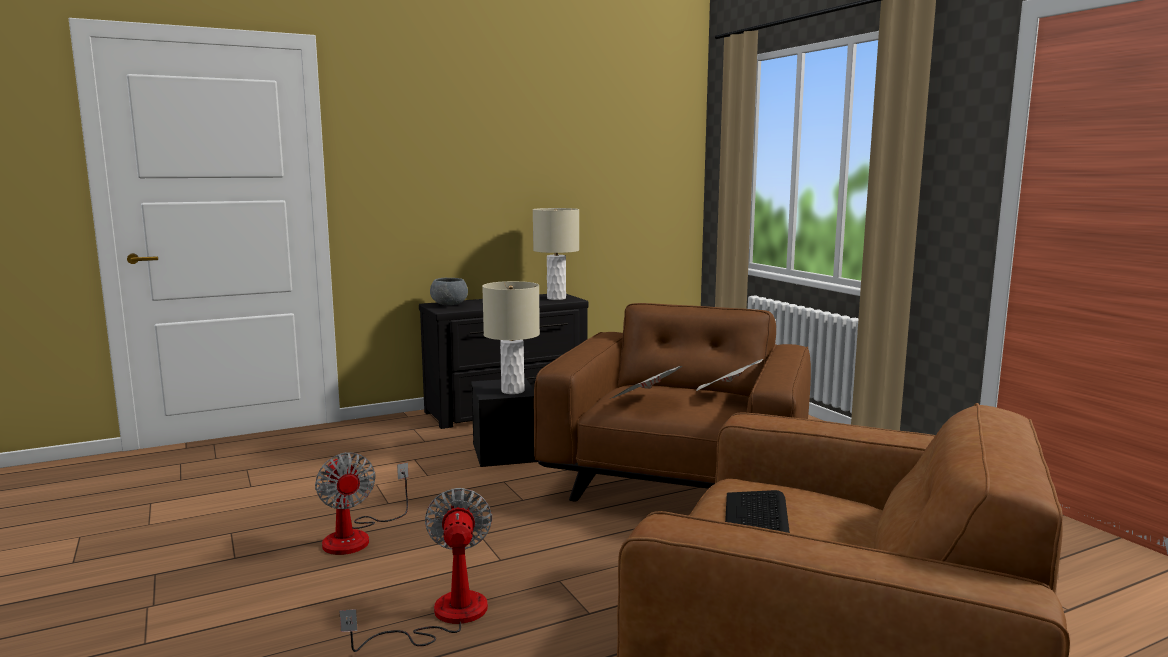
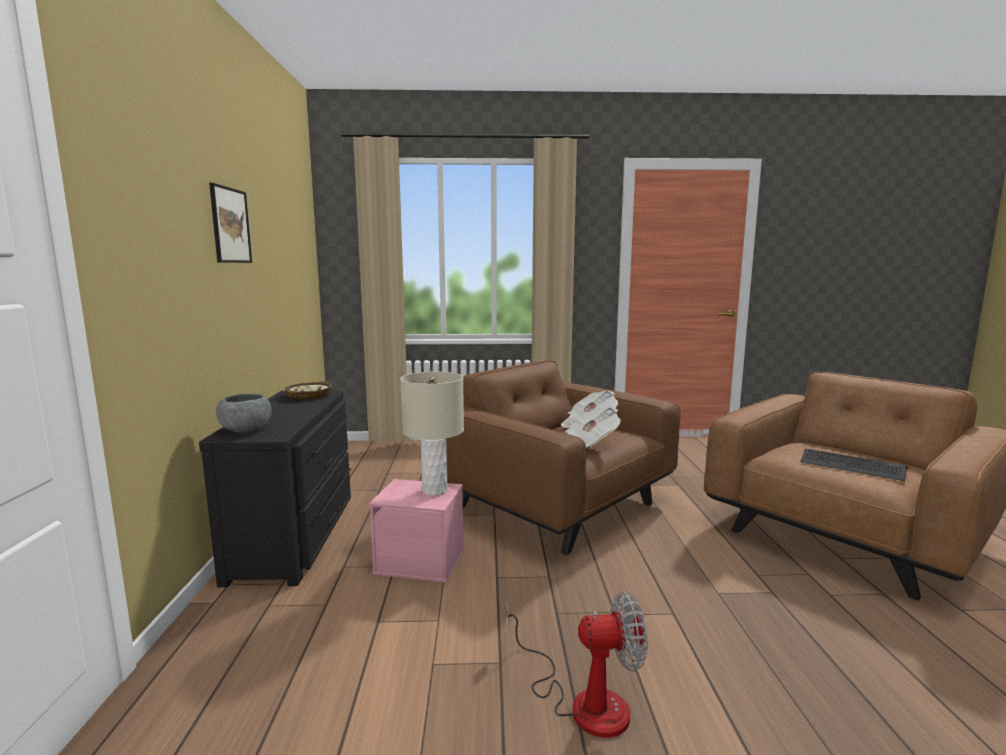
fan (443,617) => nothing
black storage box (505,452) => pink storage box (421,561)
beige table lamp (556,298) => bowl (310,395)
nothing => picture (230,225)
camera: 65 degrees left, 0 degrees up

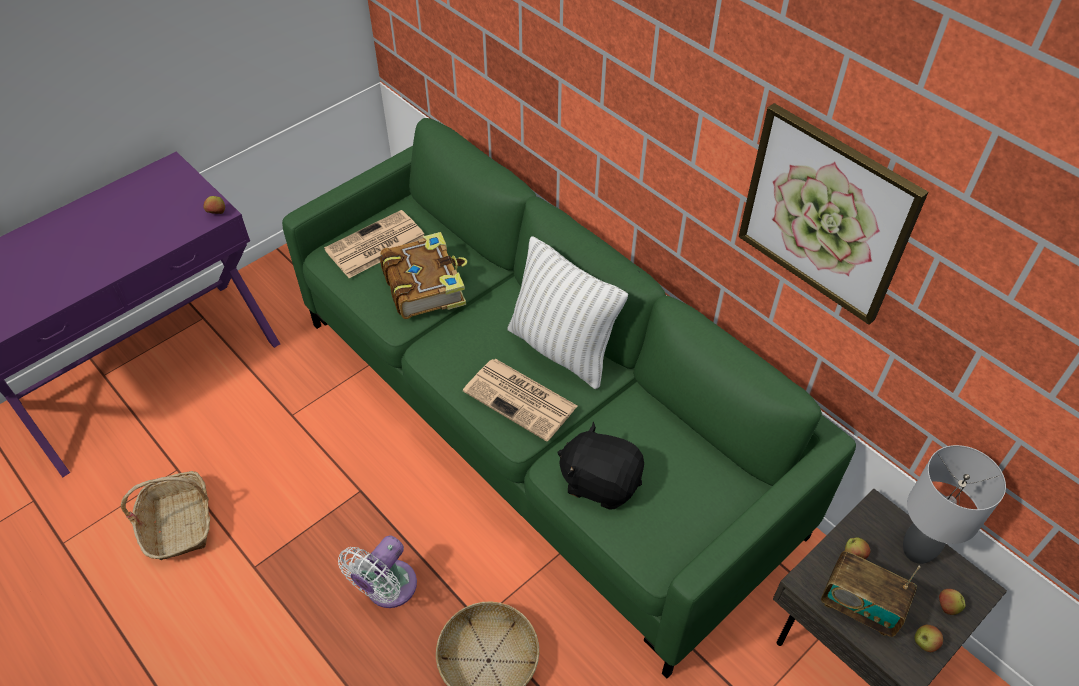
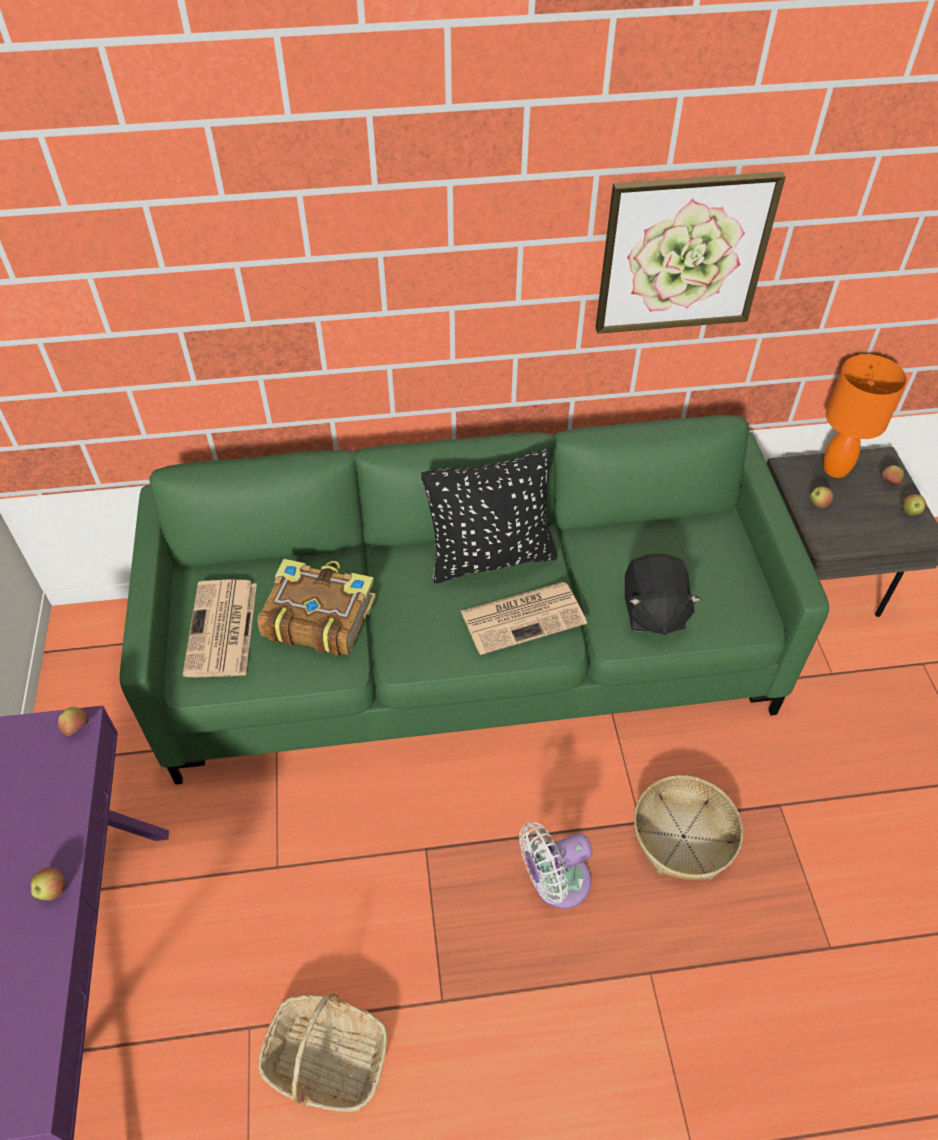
white fan (387,589) => white fan (555,882), 90 degrees clockwise
white pillow (562,349) => black pillow (491,558)
black plush toy (600,481) => black plush toy (653,611), 60 degrees counterclockwise
radio (860,606) => nothing
grey table lamp (916,549) => orange table lamp (834,469)
nothing => apple (53,890)
camera: 55 degrees left, 0 degrees up

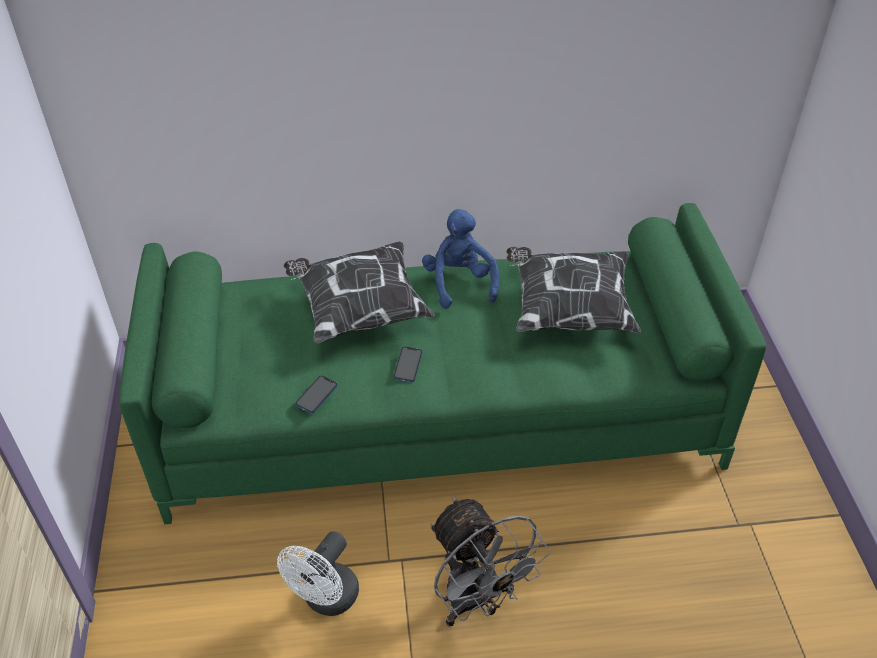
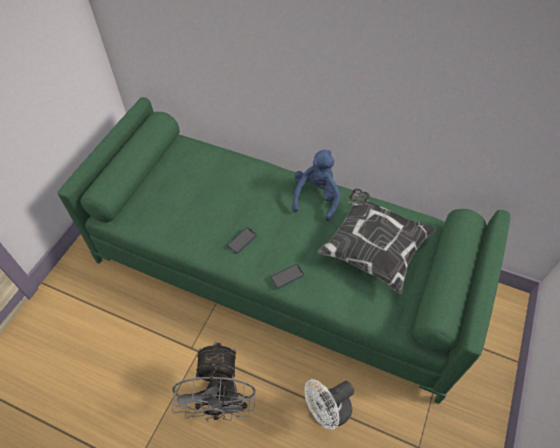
white fan (326,600) => white fan (327,412), move
pillow (358,310) => nothing
phone (316,395) => phone (287,276), move
camera: 30 degrees right, 10 degrees up

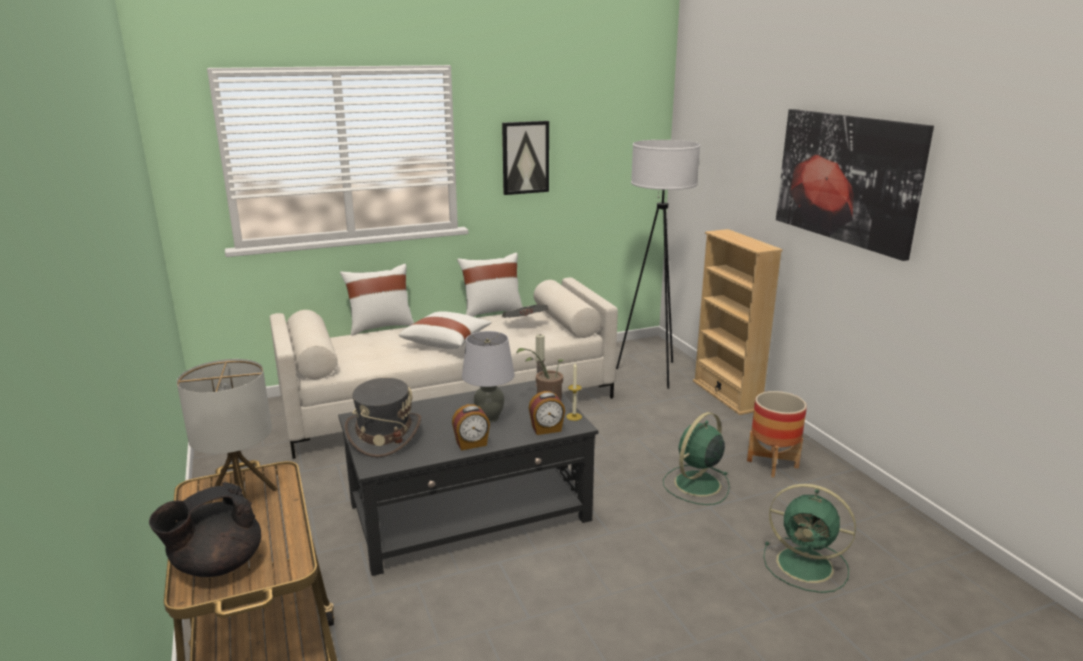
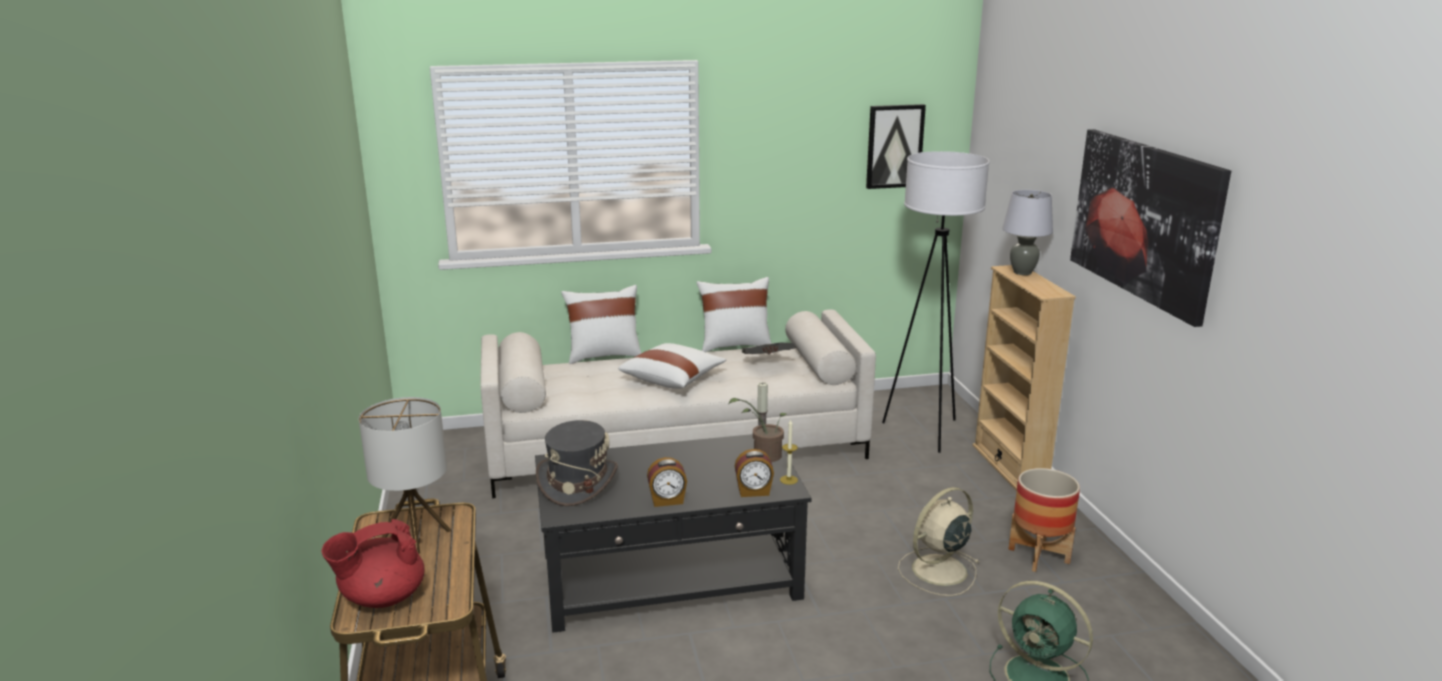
black teapot (216,565) => red teapot (381,598)
grey table lamp (489,418) => grey table lamp (1022,272), move
picture (525,157) => picture (894,146), move
green fan (696,484) => beige fan (937,571)
camera: 10 degrees right, 0 degrees up

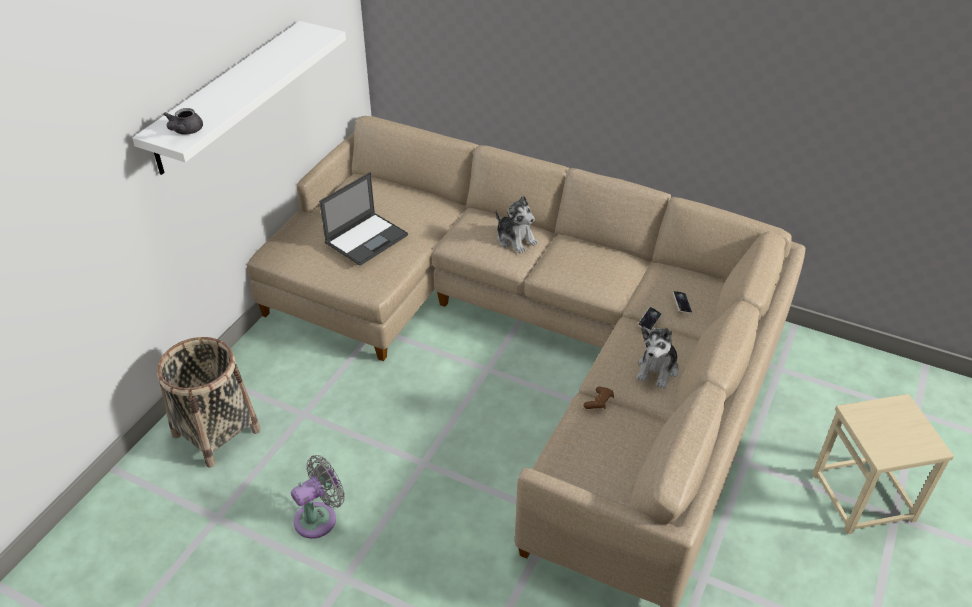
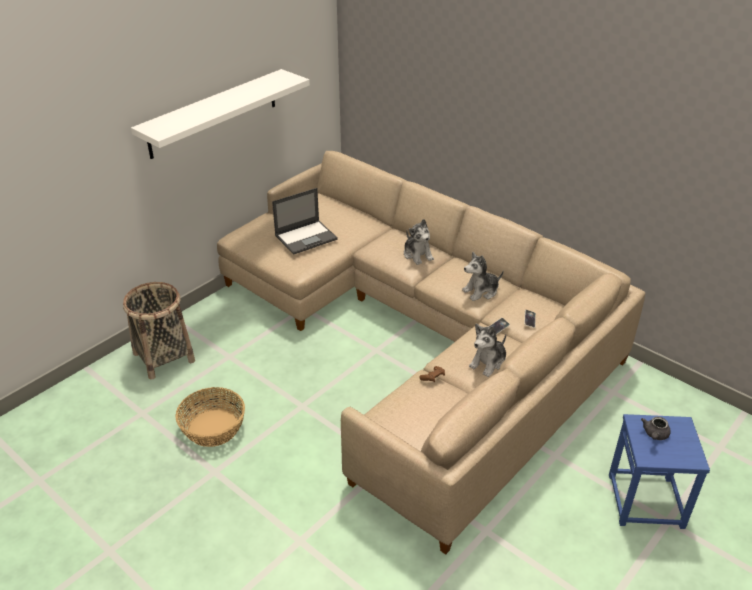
grey teapot (185,131) => grey teapot (654,435), move
grey fan (319,518) => basket (212,428)
beige stool (863,497) => blue stool (646,501)
nothing => plush toy (481,291)
camera: 15 degrees right, 5 degrees down

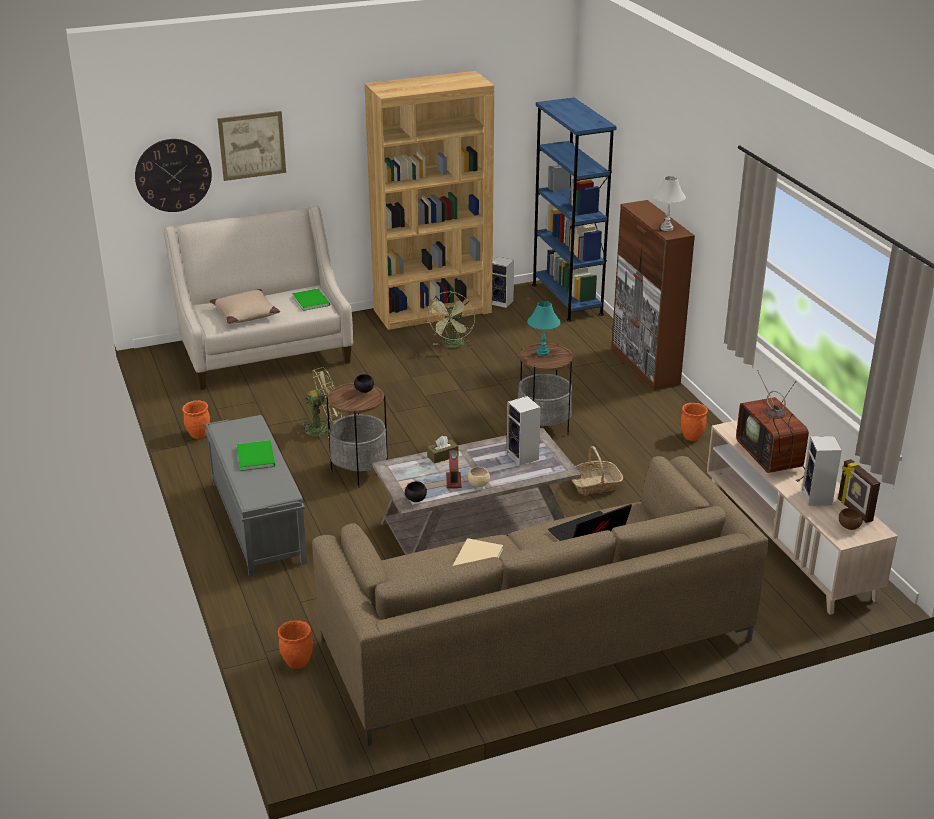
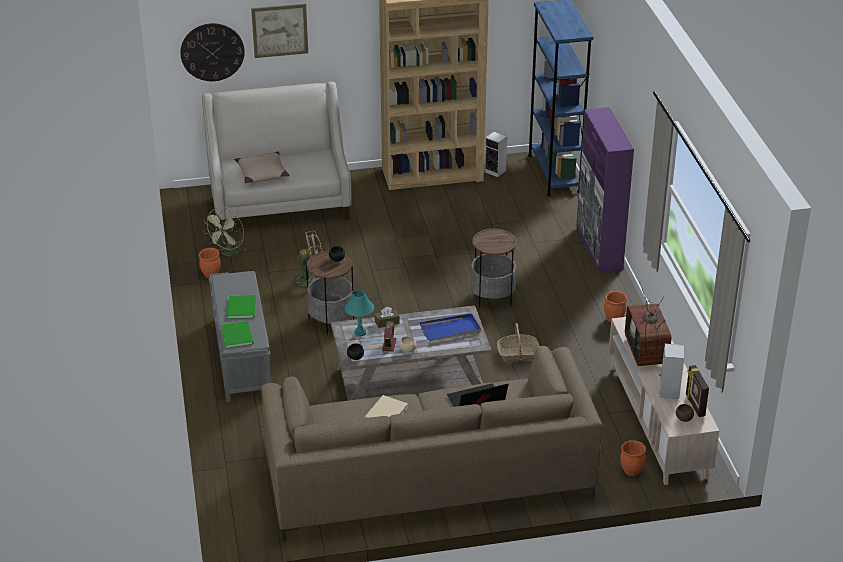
orange planter (297,662) => orange planter (631,471), move
green book (311,300) => green book (237,335), move
green fan (452,346) => green fan (228,254), move
speaker (523,457) => blue tray (450,330)
turquoise table lamp (543,353) => turquoise table lamp (360,332), move
brown cabinet (645,366) => purple cabinet (599,248)
white table lamp (666,228) => nothing
camera: 10 degrees right, 5 degrees up

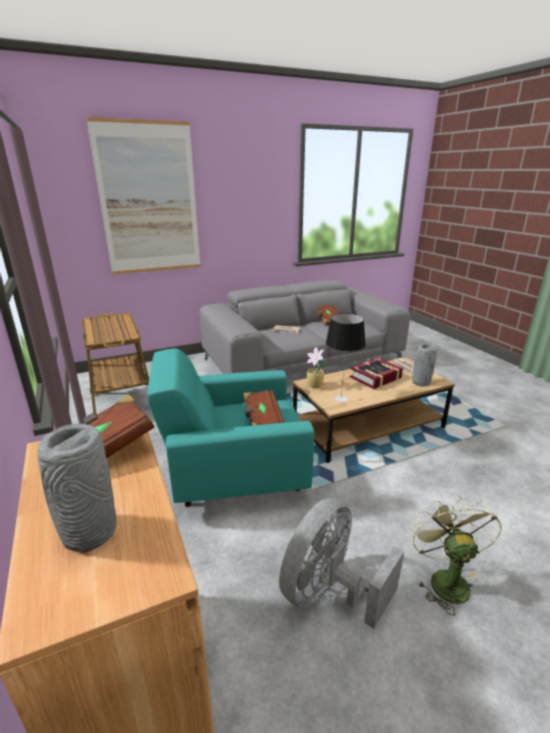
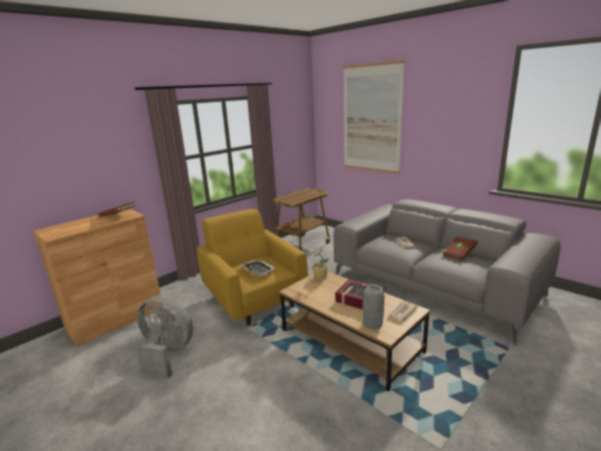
grey vase (88,533) => nothing
turquoise armchair (234,473) => yellow armchair (254,298)
brown book (262,419) => tray (258,270)
table lamp (341,399) => nothing
green fan (444,578) => nothing
camera: 70 degrees right, 5 degrees down

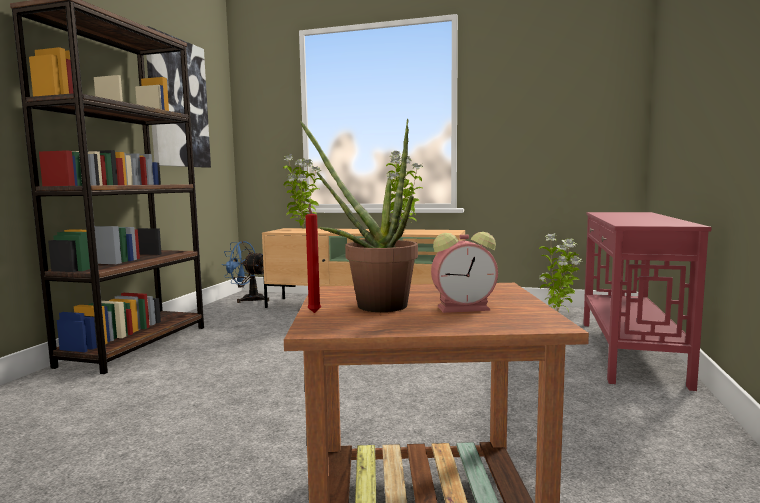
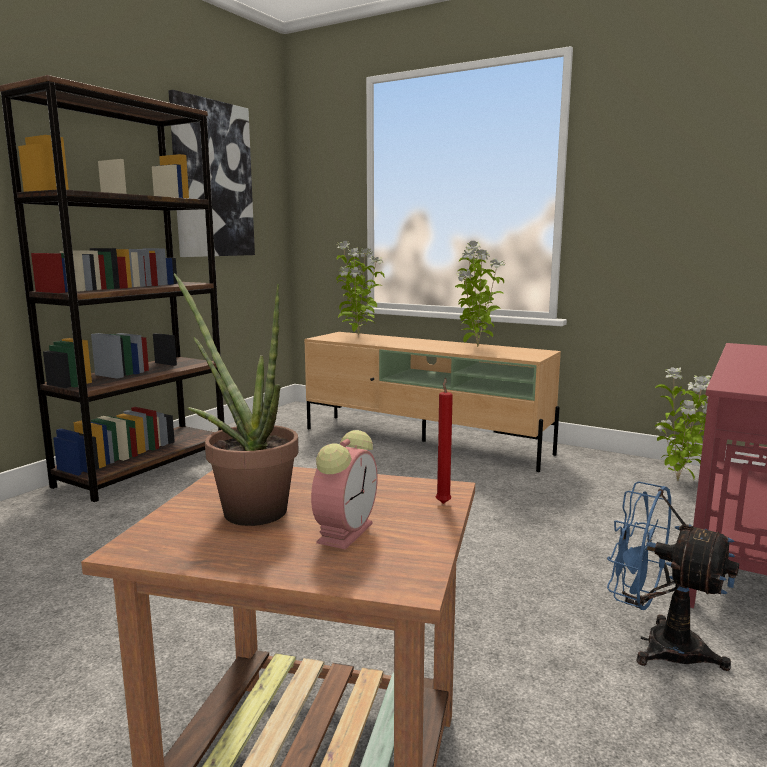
blue fan (249,299) => blue fan (657,644), move
red candle (314,312) => red candle (443,502), move
alarm clock (465,308) => alarm clock (346,531), 75 degrees counterclockwise
camera: 15 degrees right, 5 degrees up

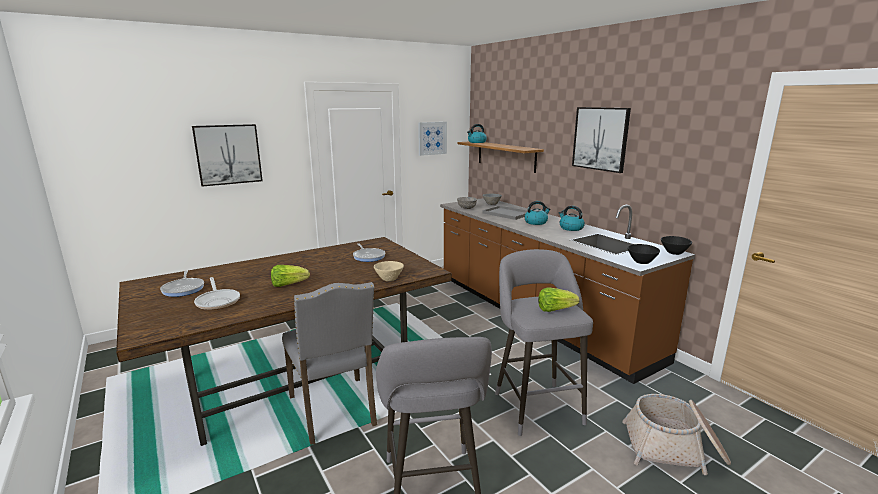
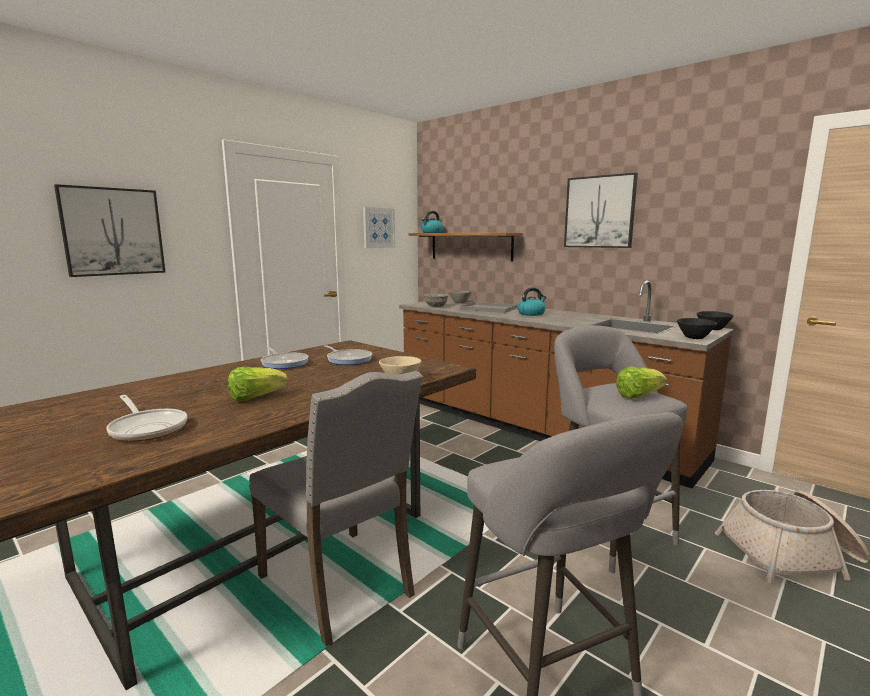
frying pan (184,289) => frying pan (284,363), move
kettle (570,228) => nothing
camera: 15 degrees left, 5 degrees down

